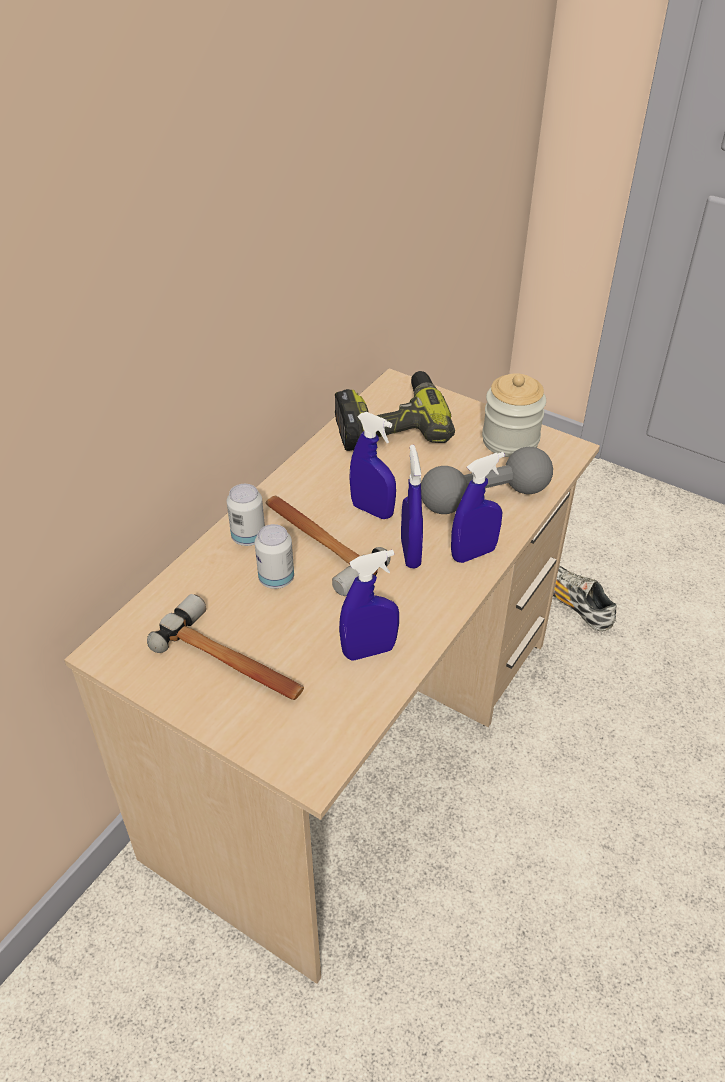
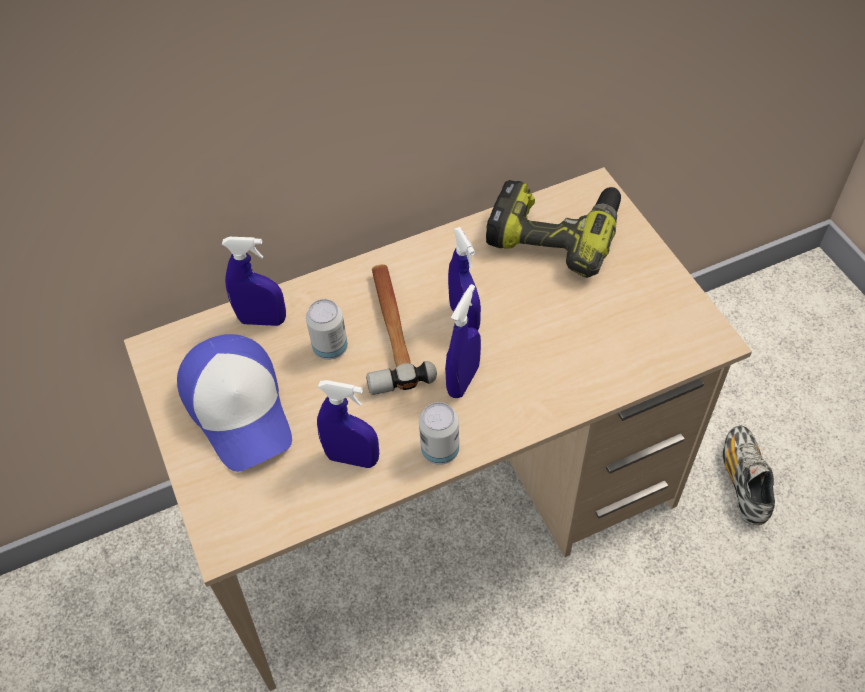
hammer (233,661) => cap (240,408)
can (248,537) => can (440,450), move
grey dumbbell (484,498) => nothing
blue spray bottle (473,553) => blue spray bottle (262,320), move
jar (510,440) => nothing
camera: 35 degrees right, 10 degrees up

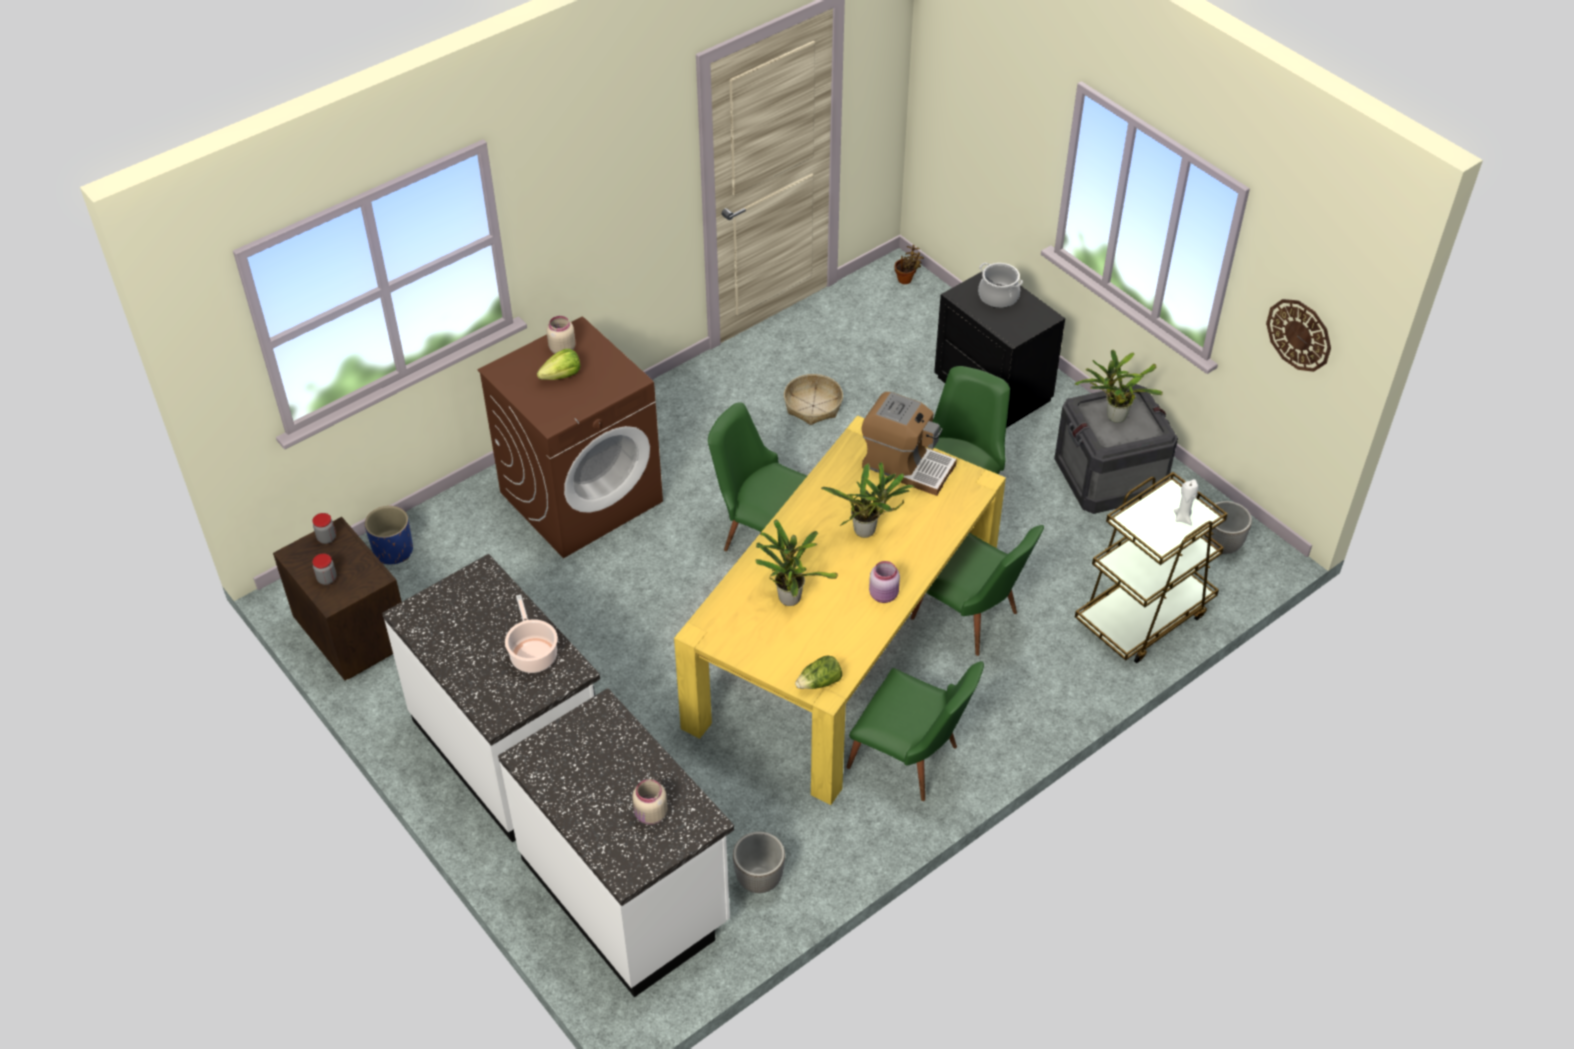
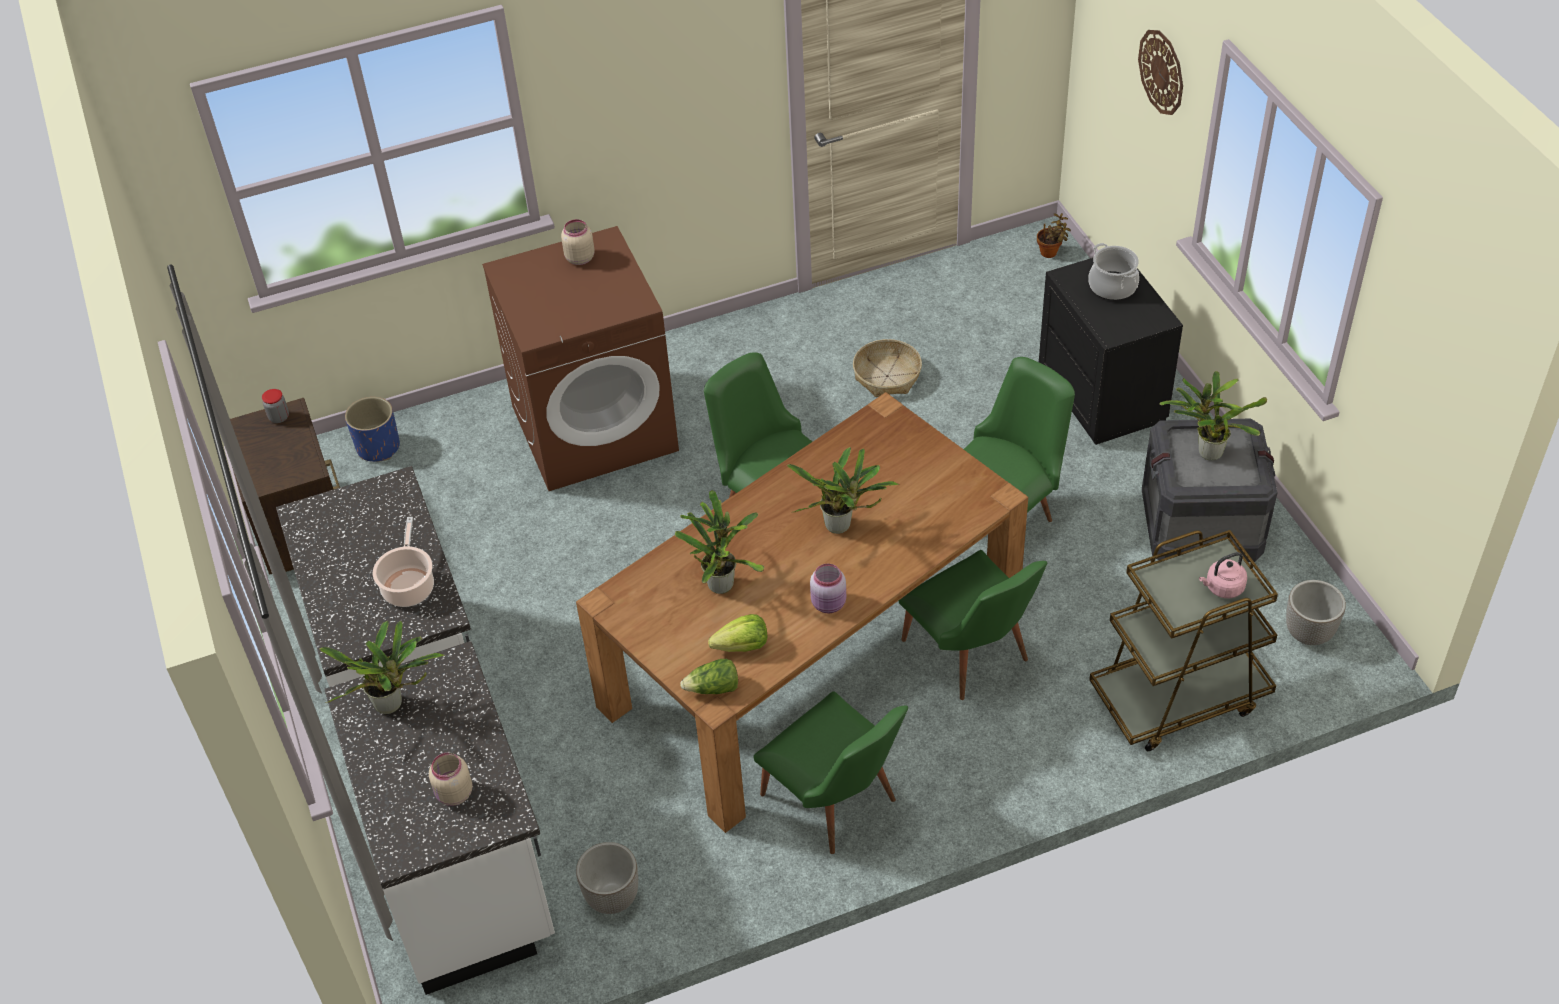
jar (327,579) => nothing
lettuce (562,376) => lettuce (742,647), move
yellow dining table (842,647) => brown dining table (811,656)
coffee machine (906,466) => nothing
white candle (1183,518) => pink kettle (1222,588)
wall clock (1299,334) => wall clock (1162,72), move
nothing => potted plant (393,705)
camera: 20 degrees right, 0 degrees up

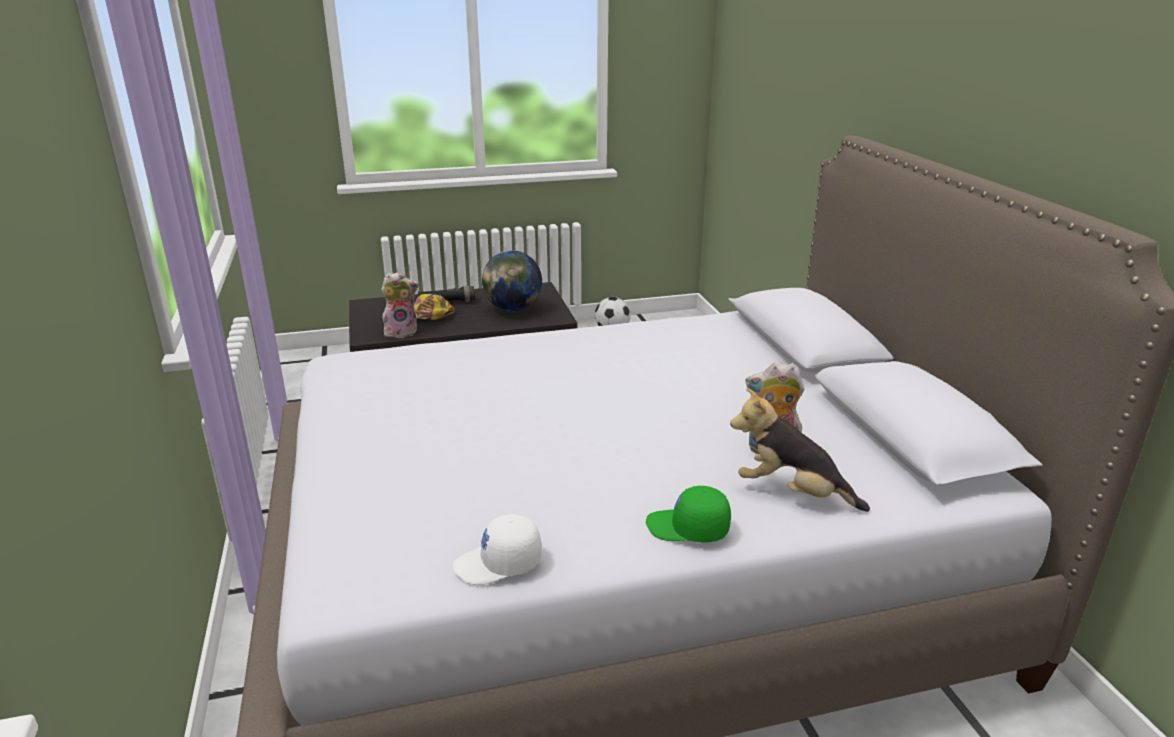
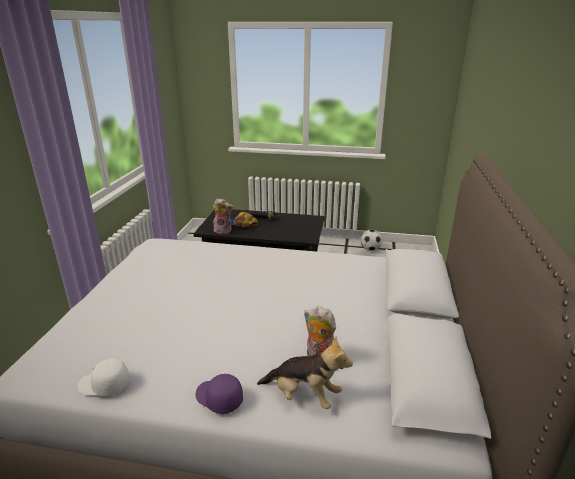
globe (513,309) => nothing
green cap (687,529) => purple cap (218,399)
plush toy (792,493) => plush toy (304,396), 150 degrees clockwise
camera: 25 degrees right, 0 degrees up

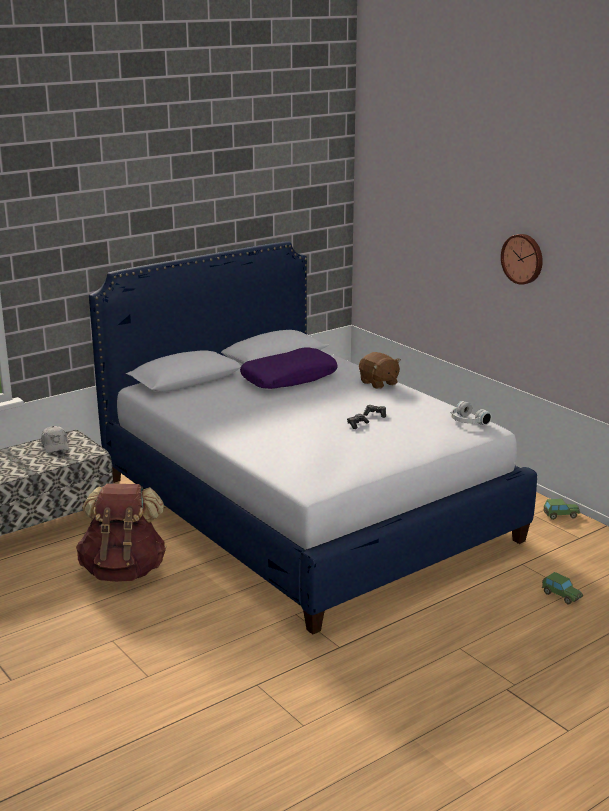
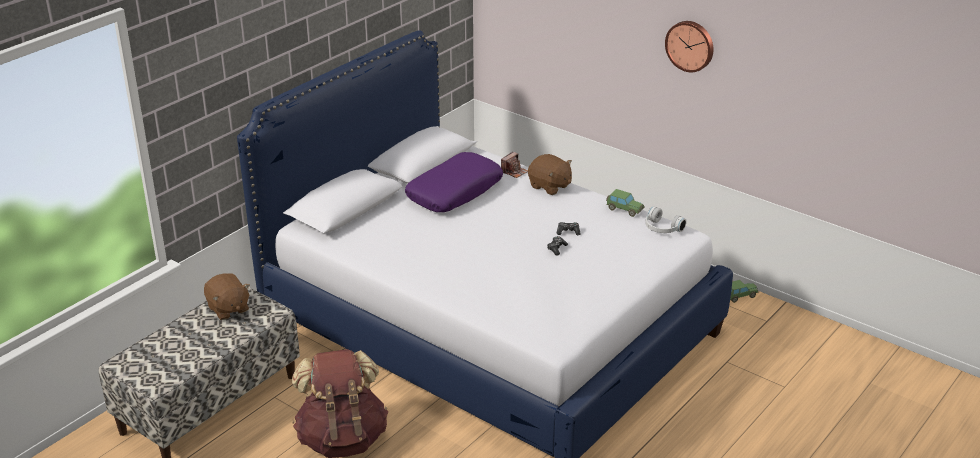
white cap (55,445) => brown plush toy (228,309)
toy car (561,595) => toy car (624,209), move
nothing => photo camera (514,172)
camera: 15 degrees left, 10 degrees up

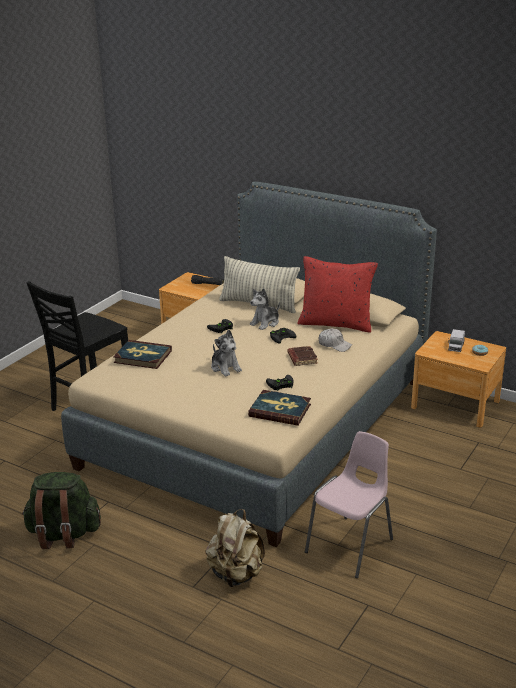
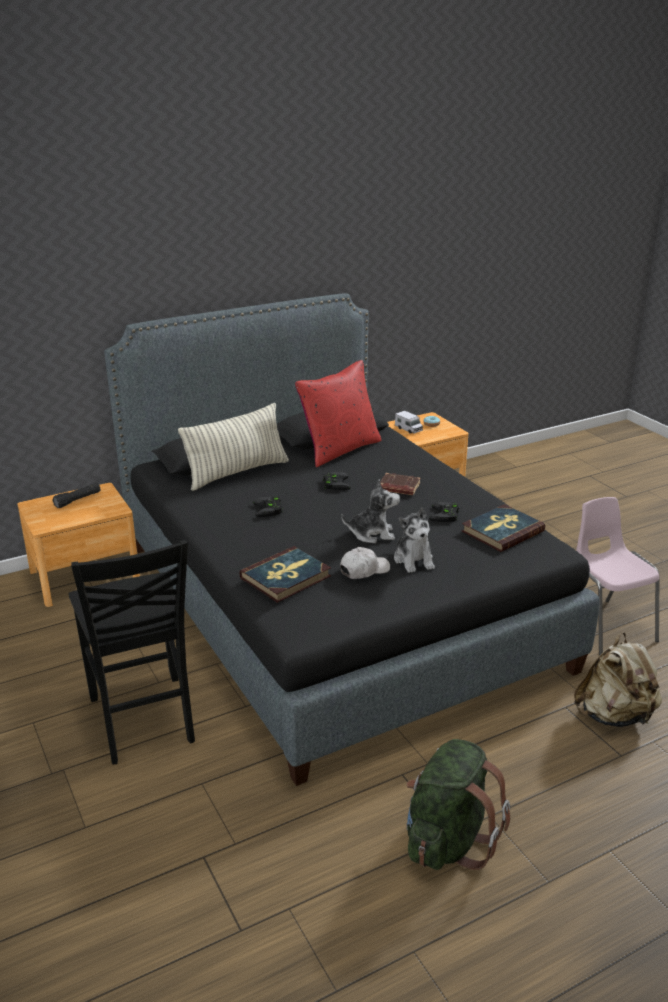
beige bed (258,422) => black bed (332,603)
plush toy (265,323) => plush toy (414,560), move
white cap (334,345) => white cap (364,570), move
camera: 60 degrees left, 0 degrees up

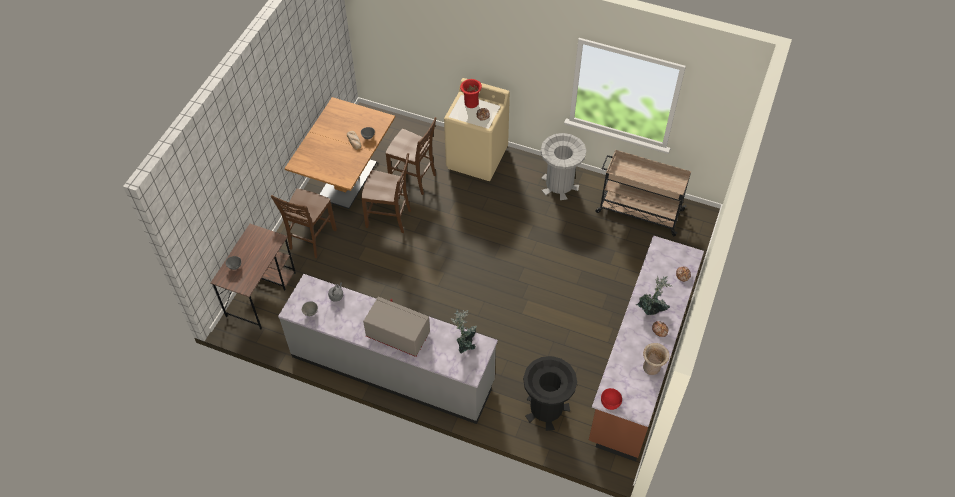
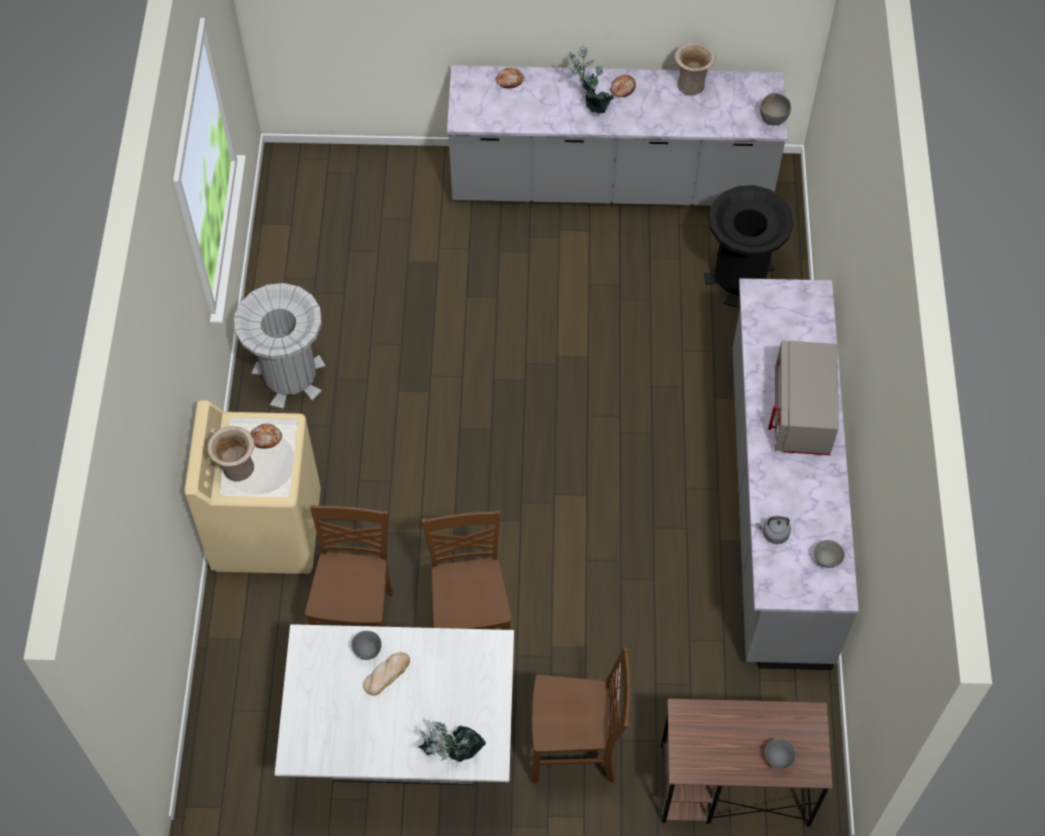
brown dining table (347,180) => white dining table (405,746)
potted plant (465,344) => potted plant (450,755), move
red vase (470,103) => beige vase (238,470)
brown counter (639,365) => grey counter (611,184)
beige cart (638,211) => nothing
red bowl (610,403) => grey bowl (773,119)
camera: 110 degrees left, 5 degrees up

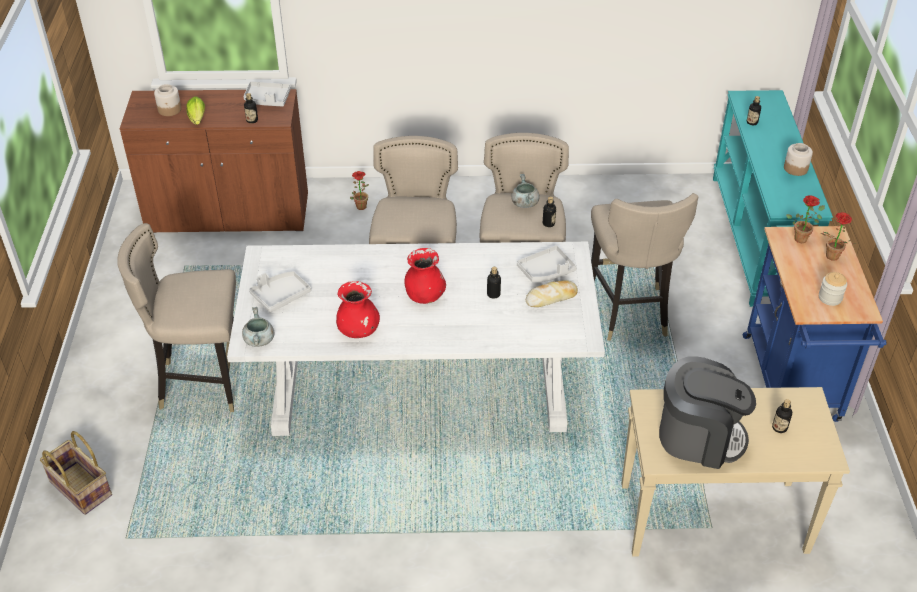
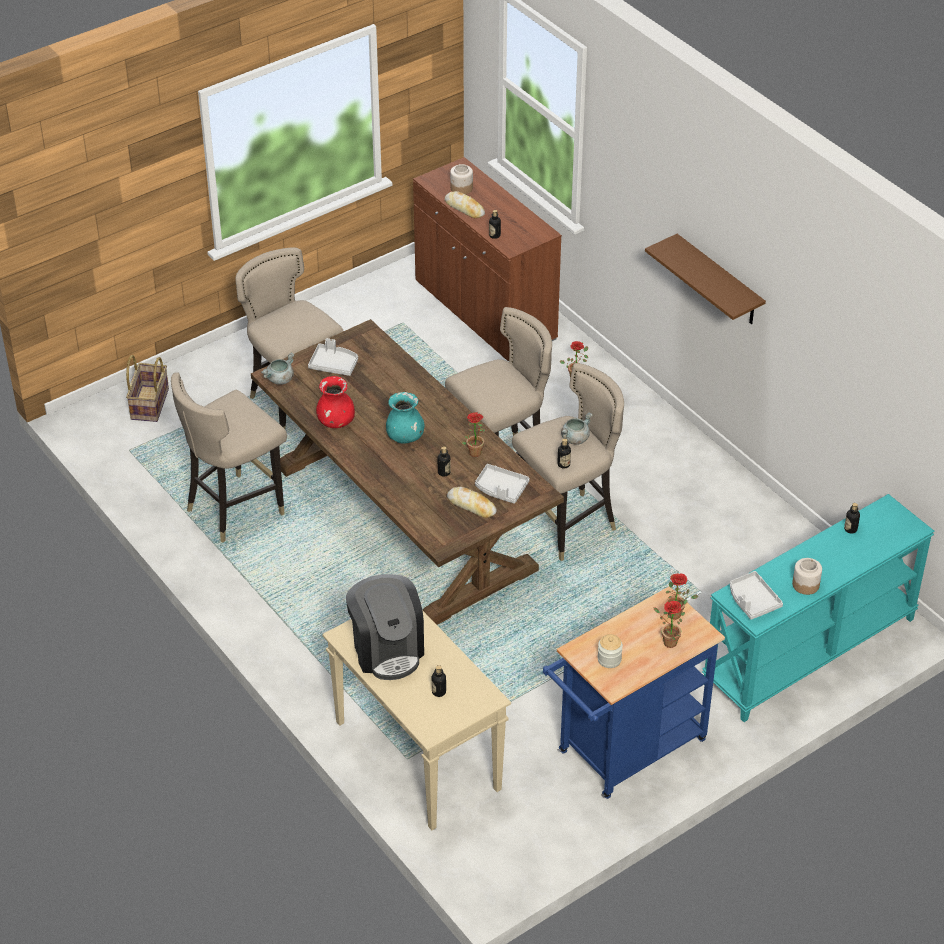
lettuce (197,119) => bread (464,208)
white dining table (419,383) => brown dining table (403,518)
grey tray (267,99) => grey tray (752,601), move
red vase (424,296) => turquoise vase (405,437)
beige stool (628,312) => beige stool (235,508), move
nothing => potted plant (474,451)
nothing => brown shelf (719,281)
camera: 55 degrees right, 0 degrees up

